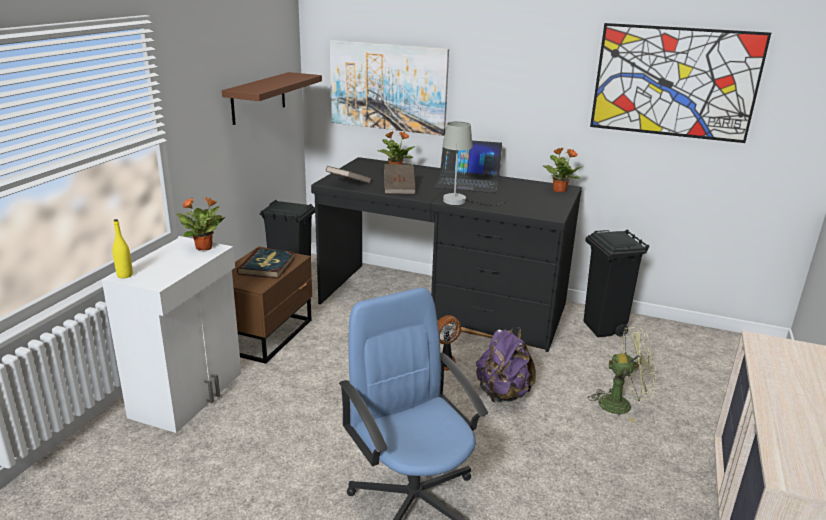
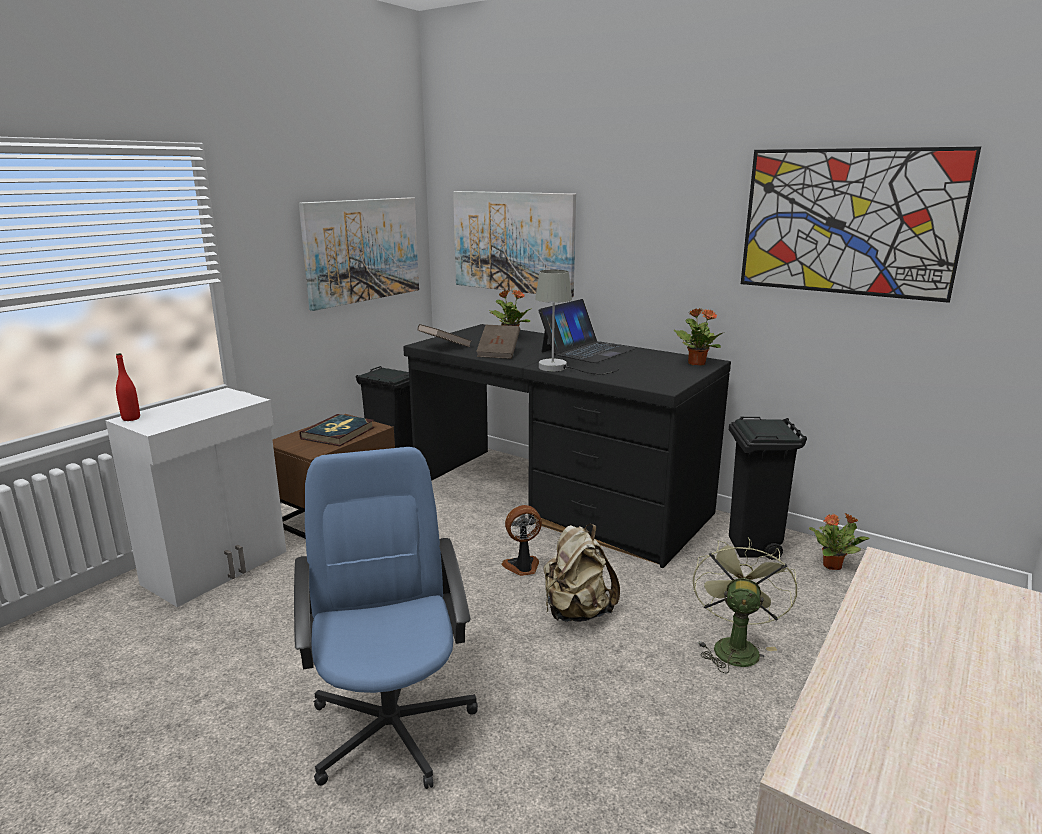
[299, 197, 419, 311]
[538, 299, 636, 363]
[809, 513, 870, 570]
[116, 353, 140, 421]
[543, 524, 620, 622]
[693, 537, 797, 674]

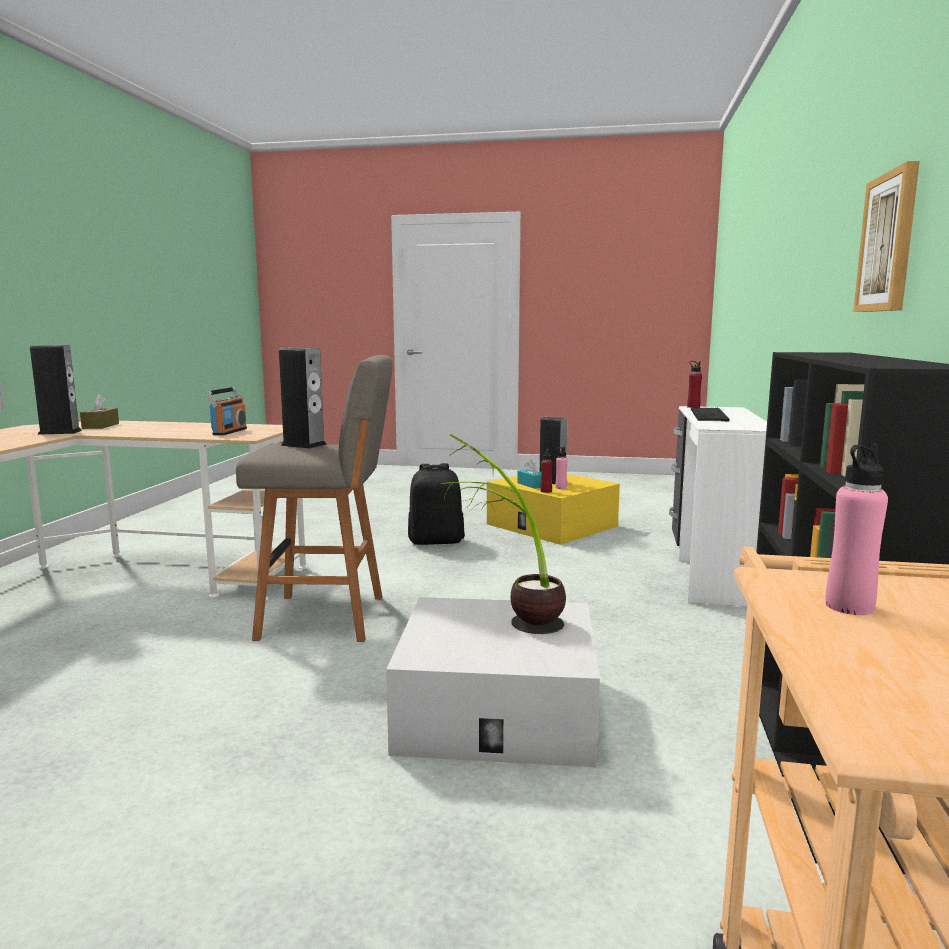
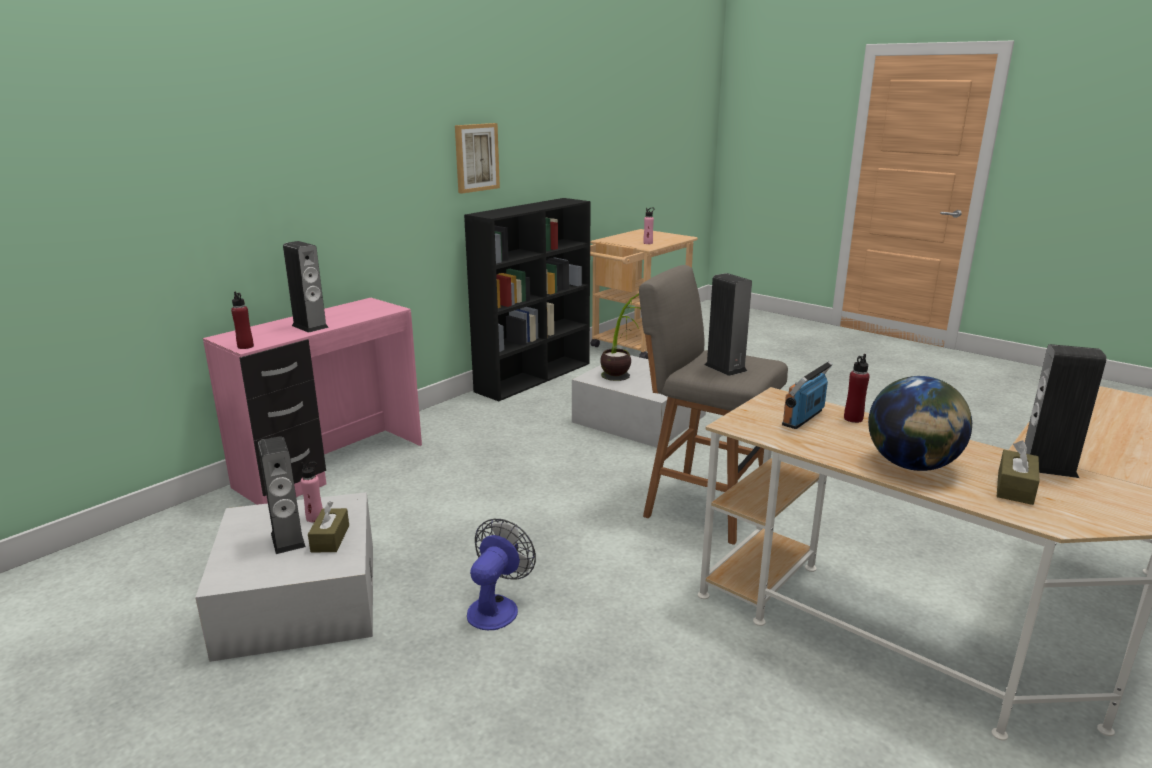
[203, 298, 422, 505]
[283, 241, 329, 333]
[844, 354, 870, 423]
[308, 501, 349, 552]
[467, 519, 536, 630]
[195, 492, 373, 662]
[868, 376, 972, 471]

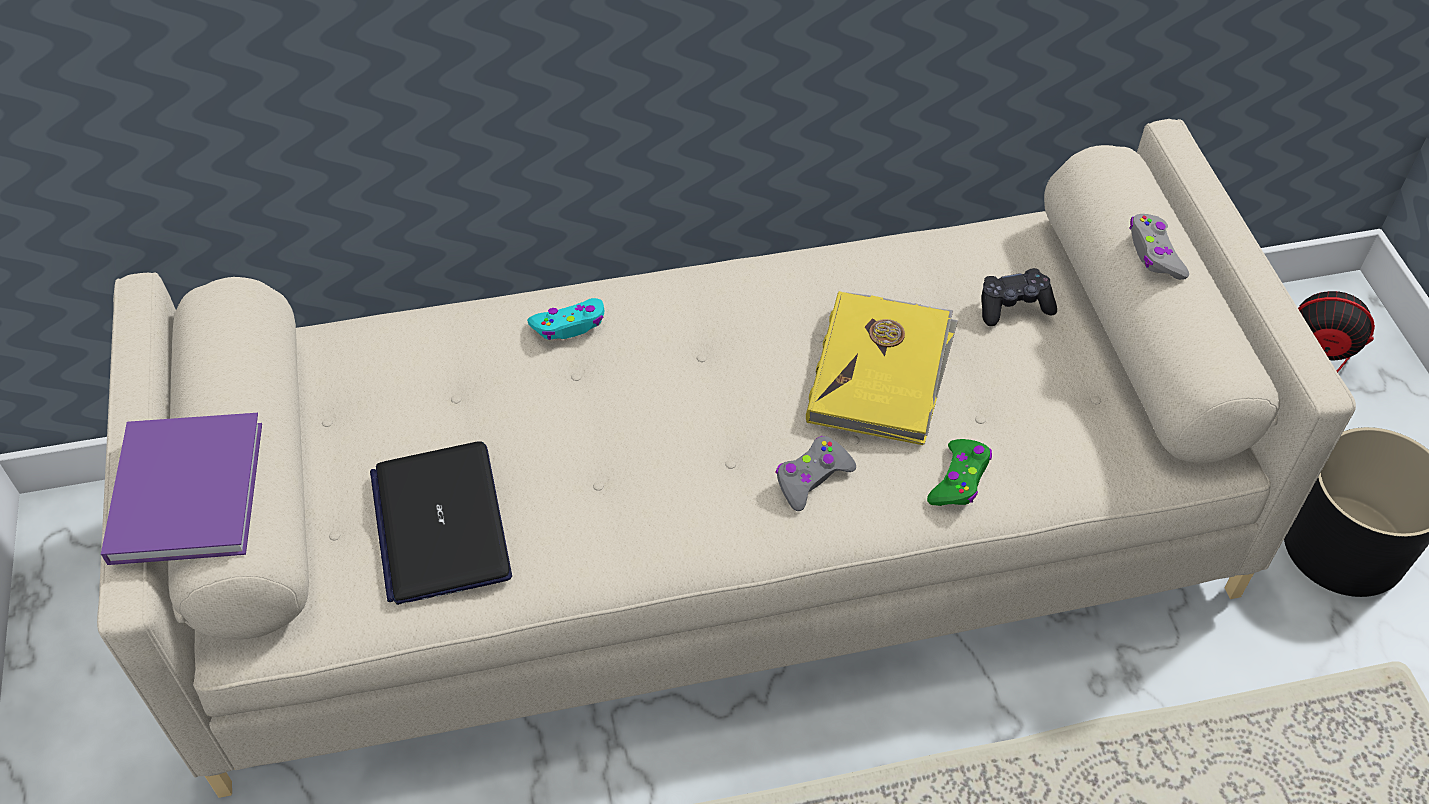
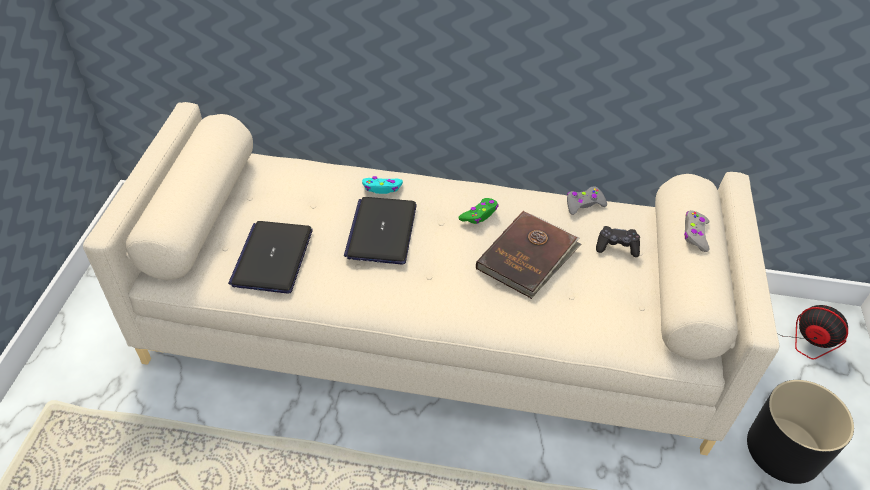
[476, 211, 581, 299]
[101, 413, 262, 565] (first image)
[567, 186, 607, 215]
[458, 198, 499, 224]
[344, 197, 416, 264]

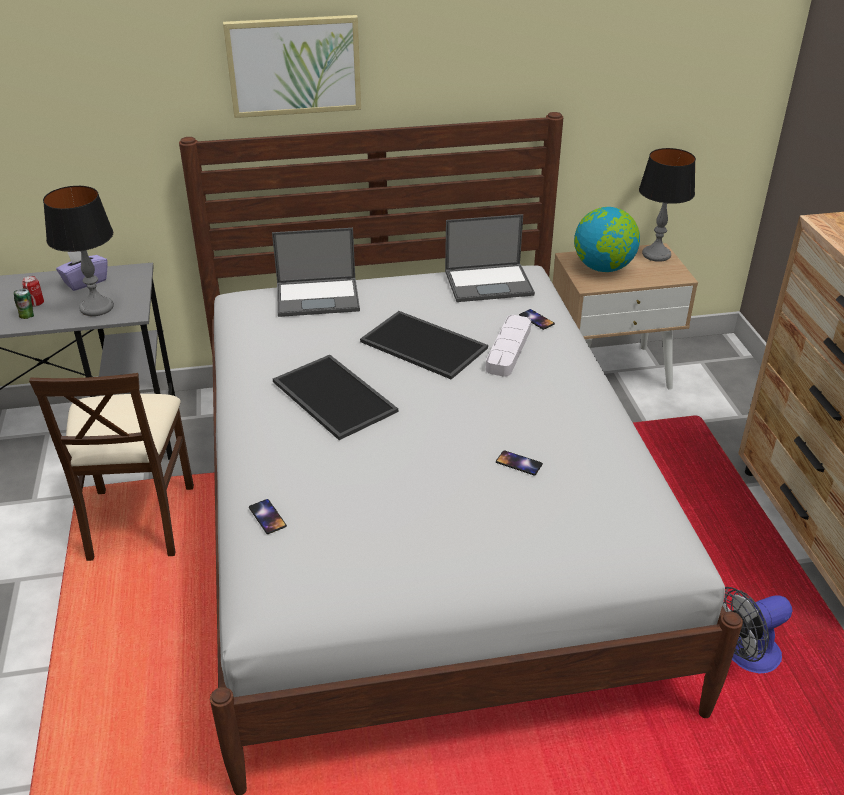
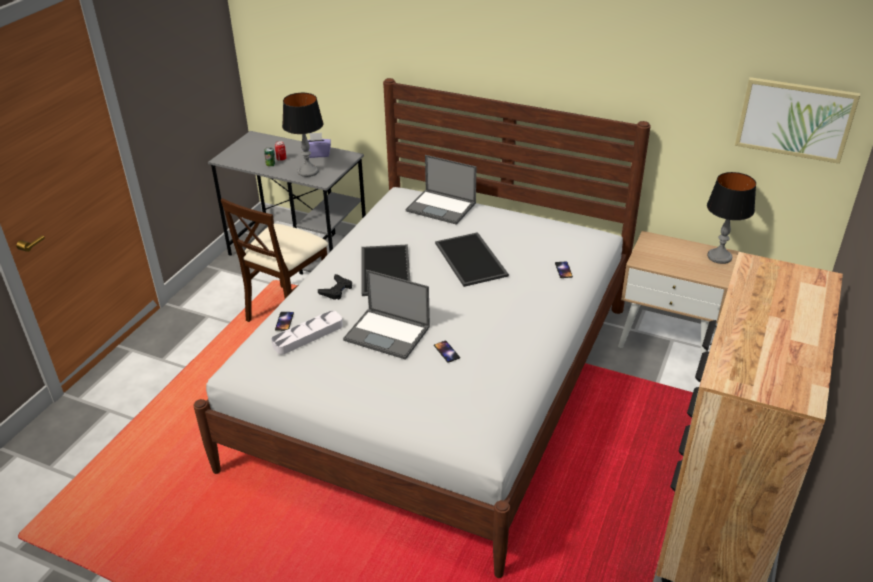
[735, 77, 860, 164]
[574, 207, 640, 272] (first image)
[343, 270, 430, 360]
[271, 311, 343, 355]
[722, 587, 792, 673] (first image)
[318, 274, 352, 300]

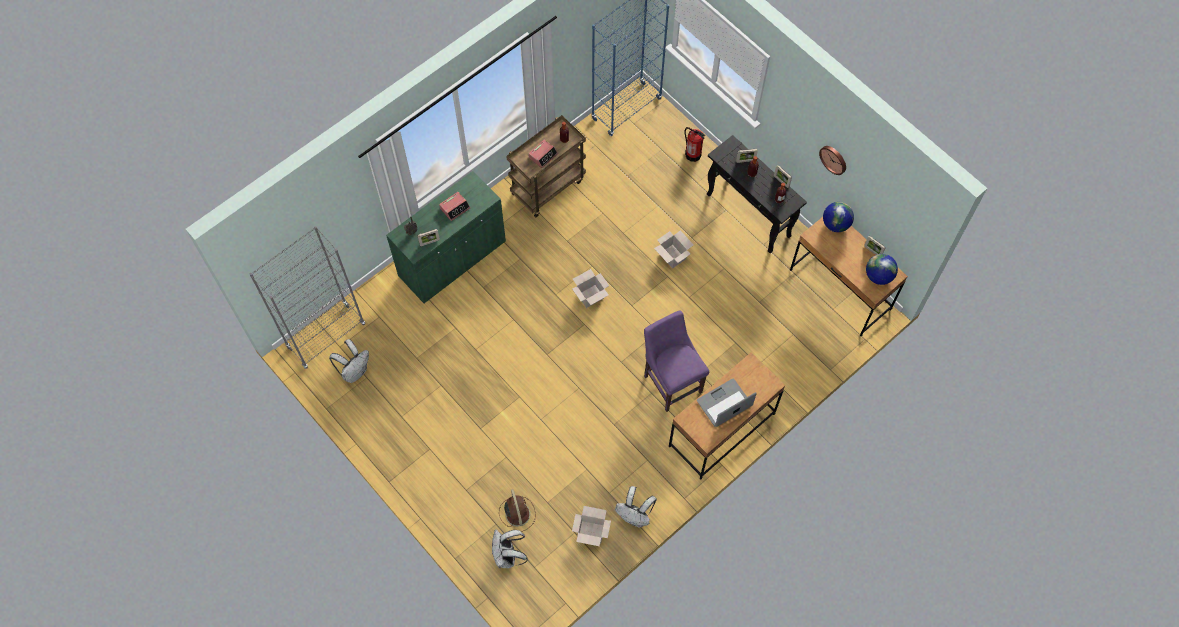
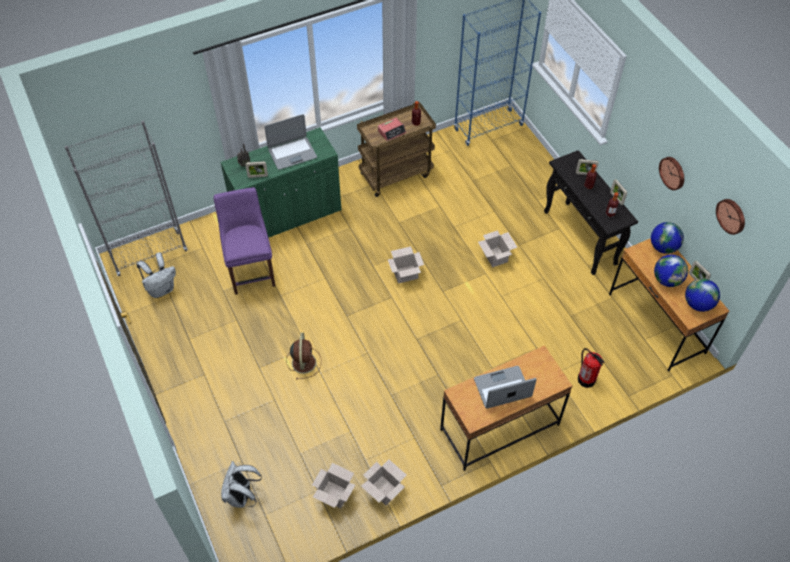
[578, 348, 604, 388]
[264, 114, 317, 170]
[214, 187, 275, 295]
[361, 459, 407, 505]
[286, 333, 321, 379]
[716, 199, 745, 235]
[654, 255, 688, 287]

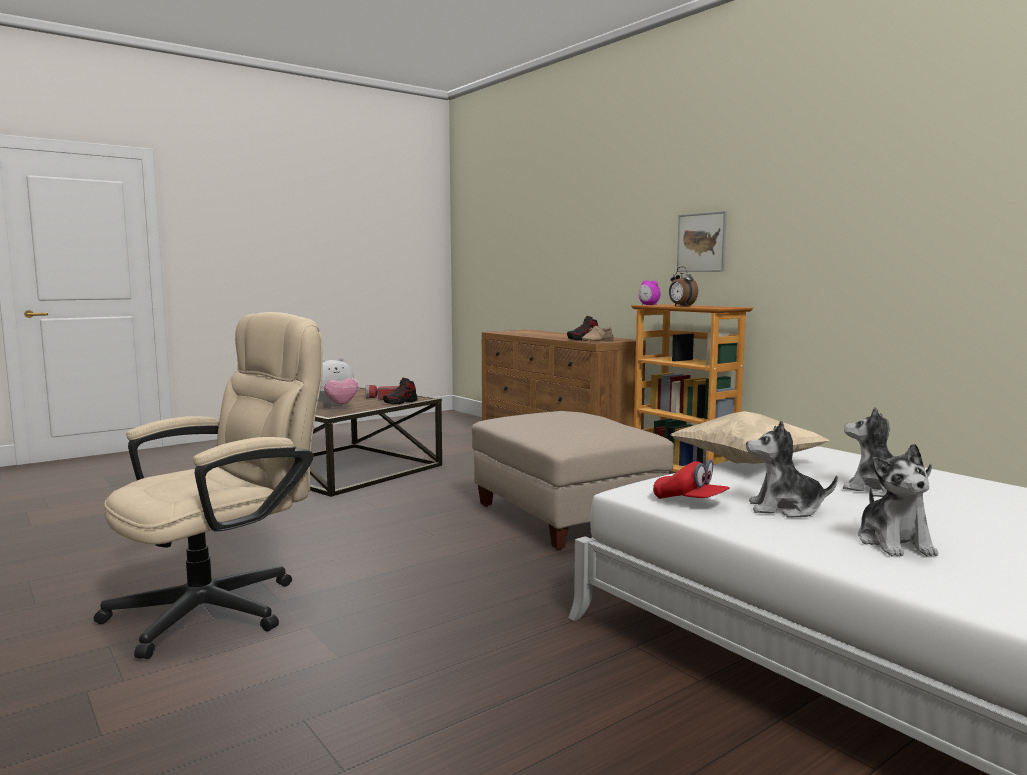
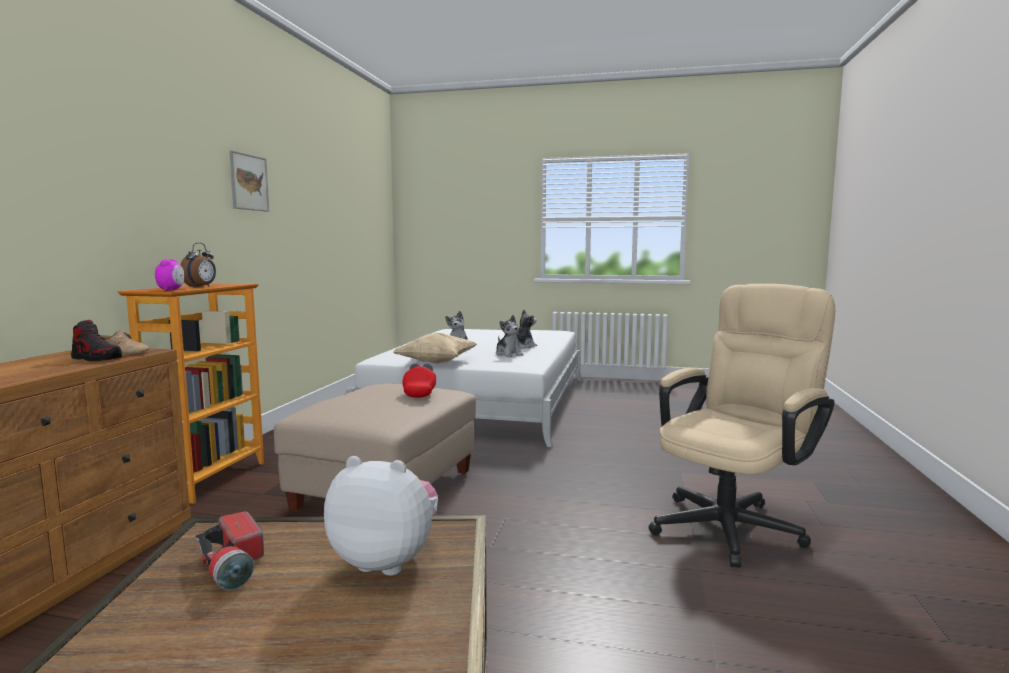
[229, 150, 269, 212]
[649, 284, 835, 568]
[383, 378, 418, 405] (first image)
[403, 363, 436, 398]

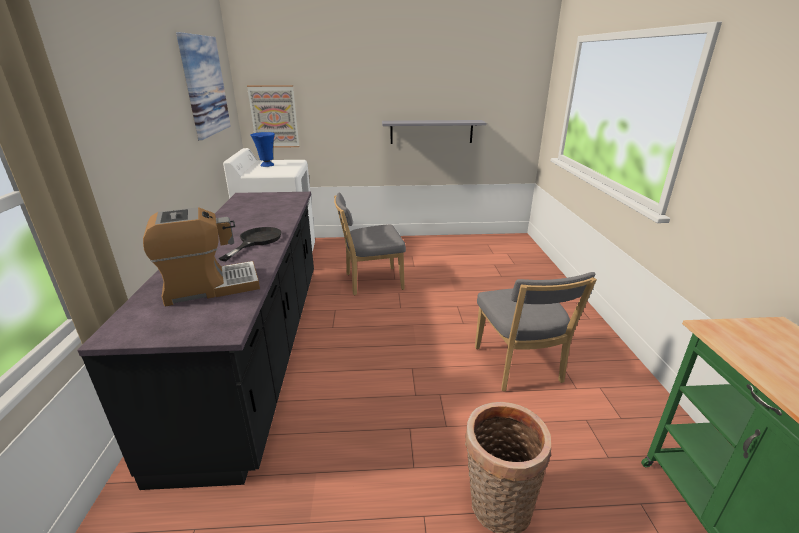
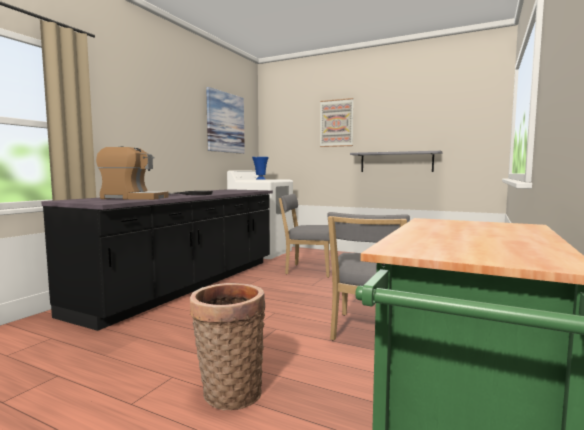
[320, 98, 354, 147]

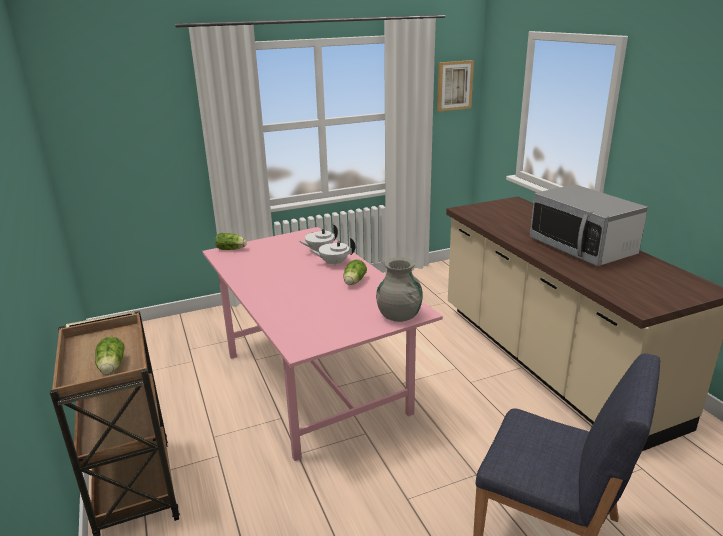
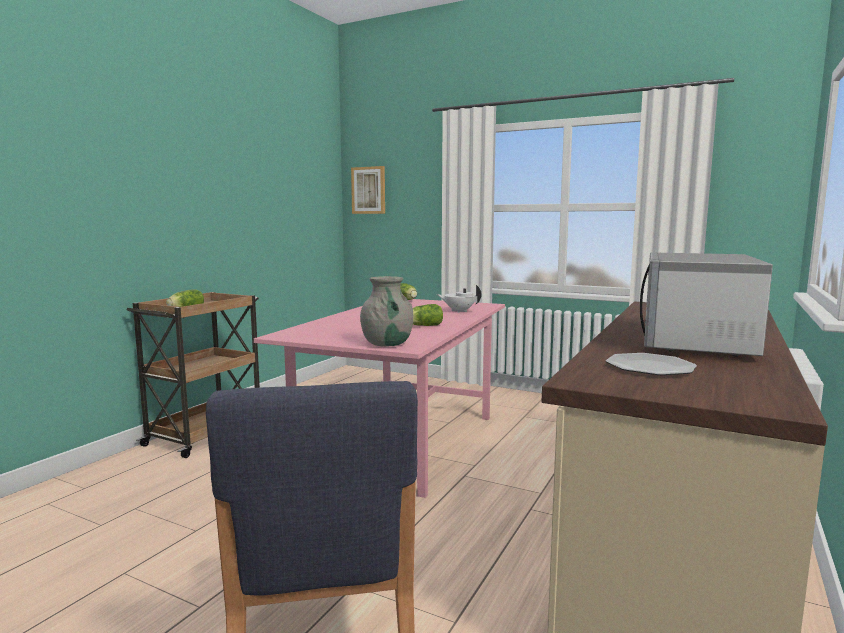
[351, 166, 385, 214]
[310, 238, 355, 266] (first image)
[606, 353, 697, 375]

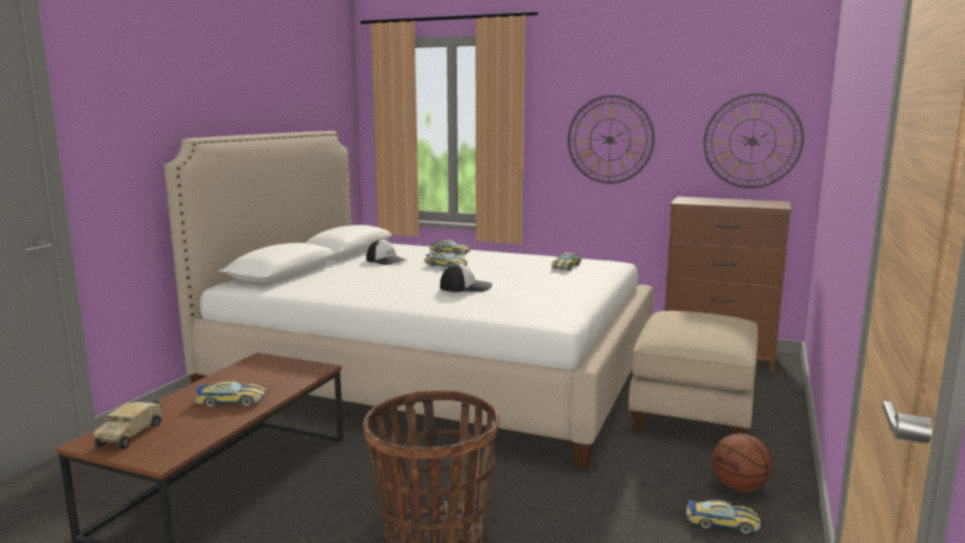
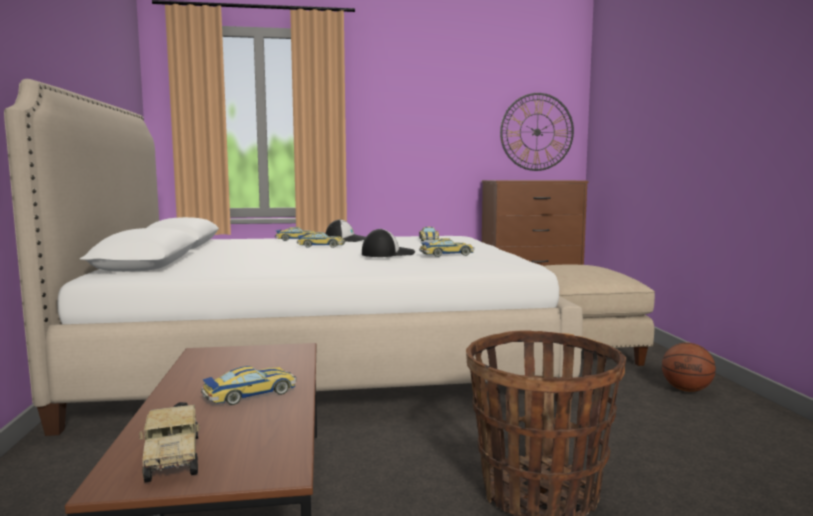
[568, 95, 655, 184] (first image)
[325, 219, 366, 242]
[419, 238, 474, 257]

